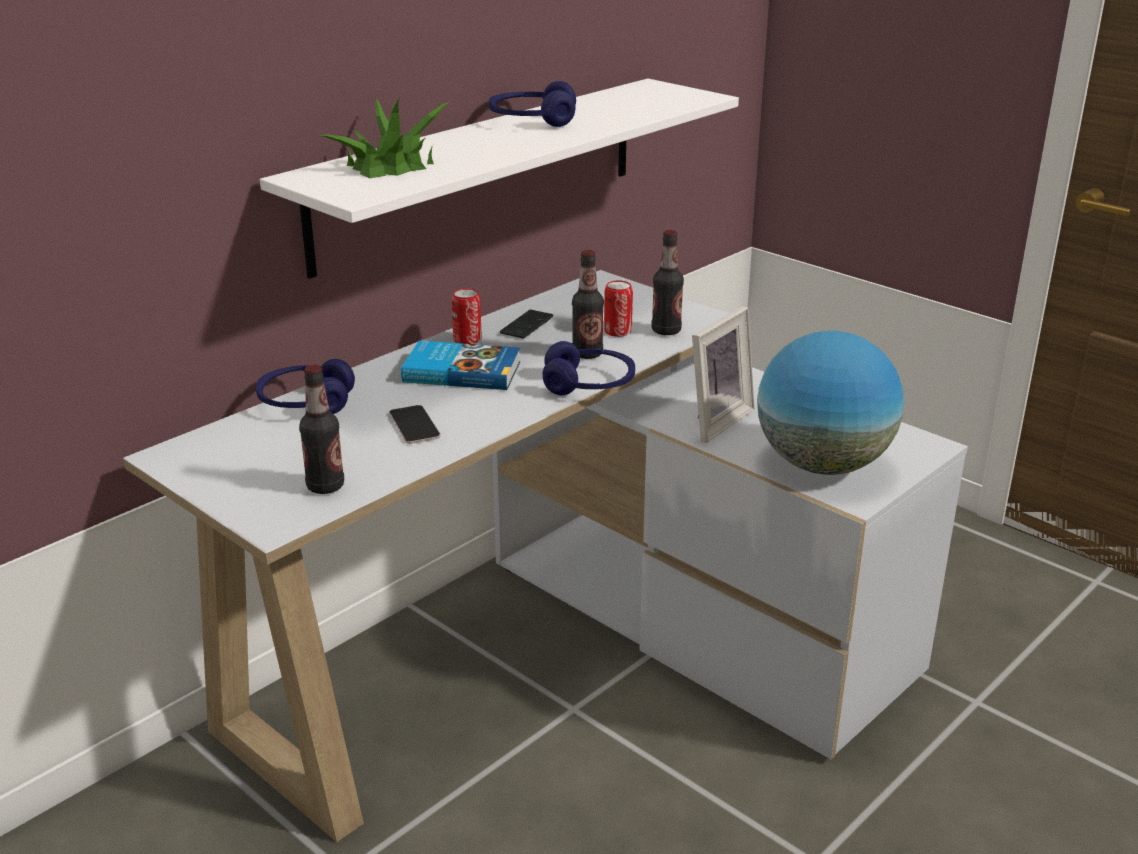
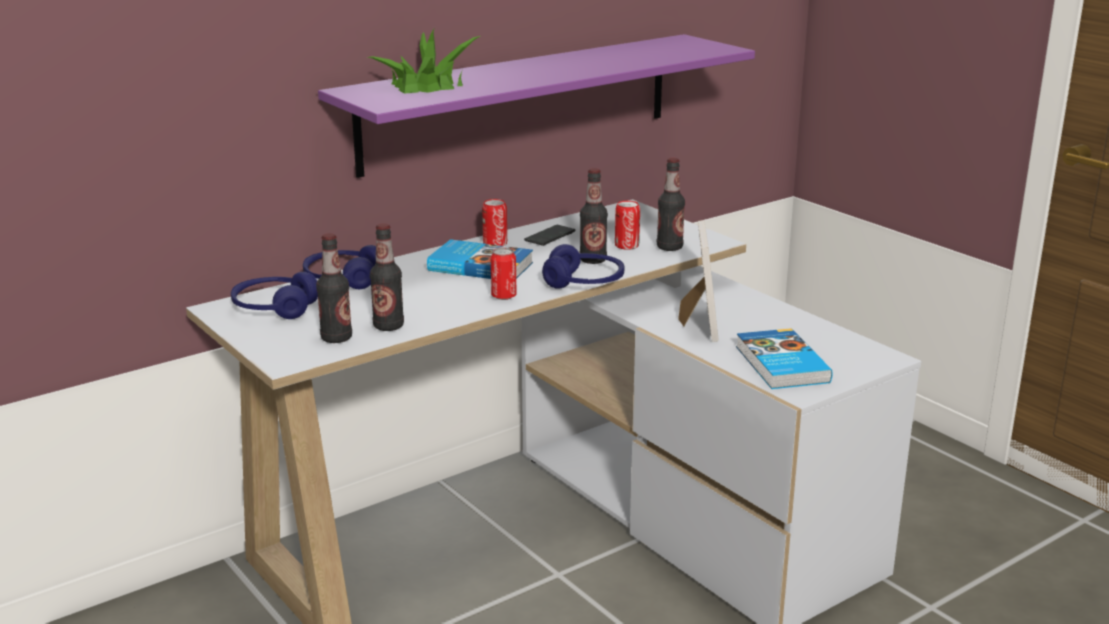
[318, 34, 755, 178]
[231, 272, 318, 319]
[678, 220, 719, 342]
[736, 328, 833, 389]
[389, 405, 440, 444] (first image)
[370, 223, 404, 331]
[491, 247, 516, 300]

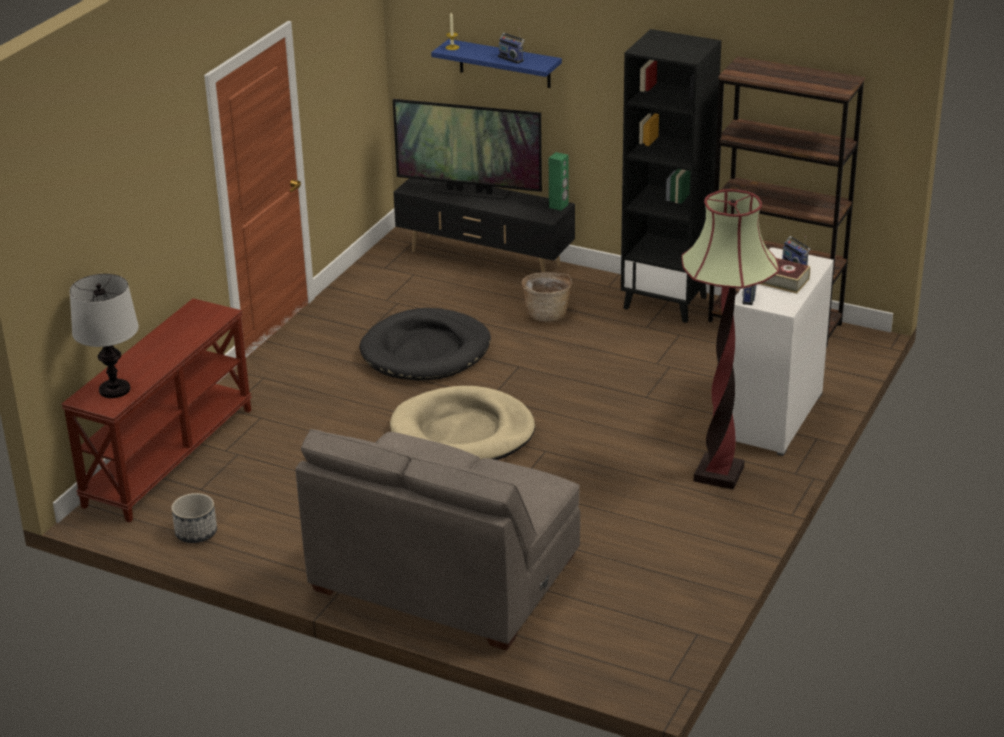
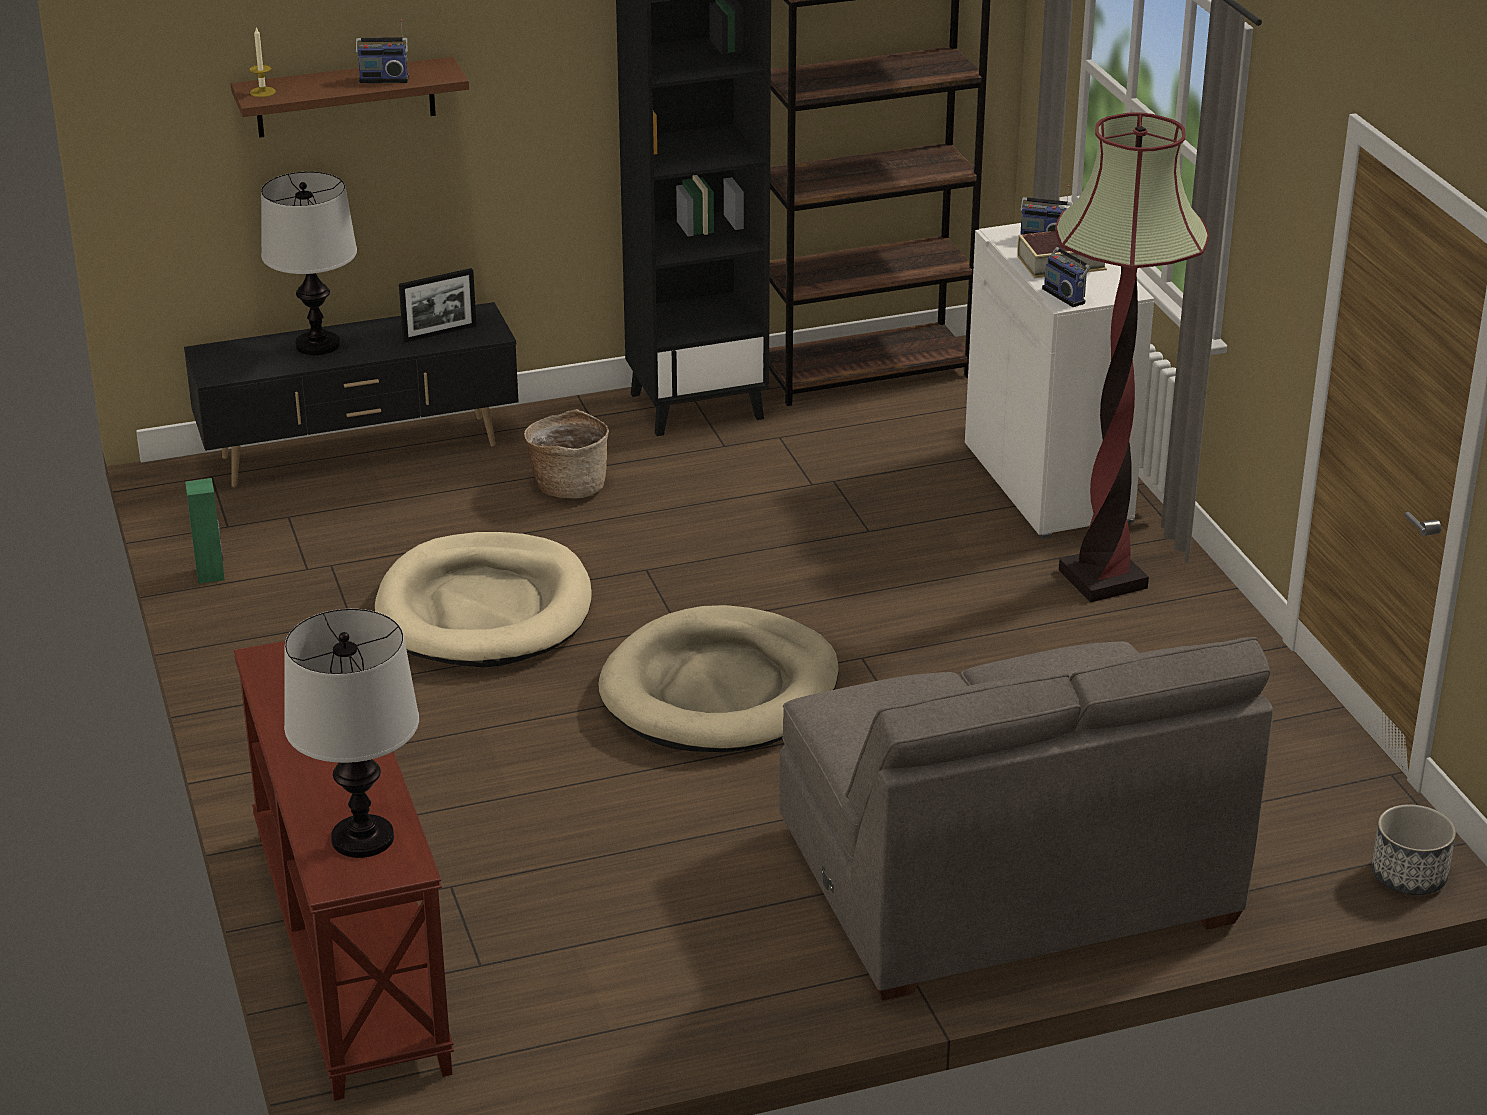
[231, 57, 469, 138]
[261, 172, 357, 355]
[185, 478, 225, 584]
[375, 532, 592, 667]
[1372, 804, 1456, 895]
[399, 268, 477, 342]

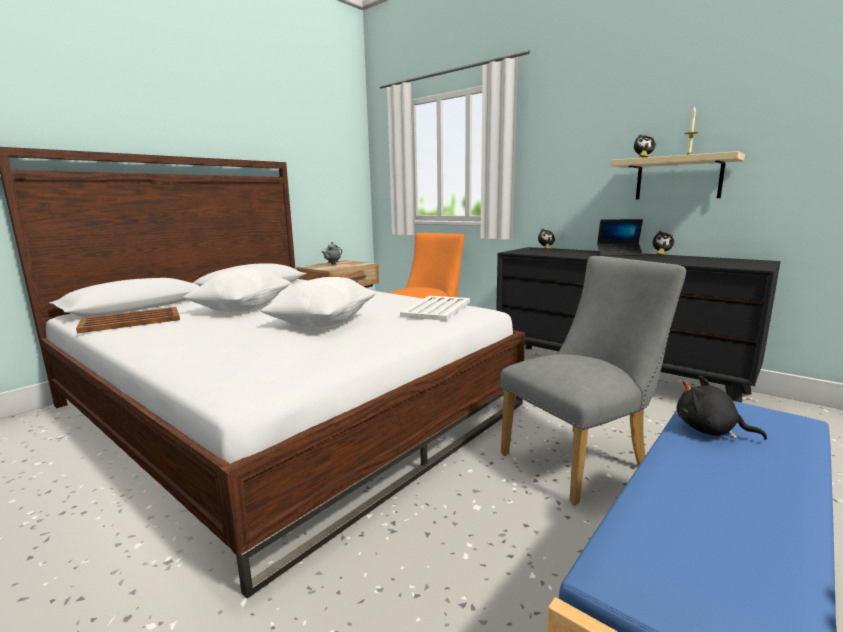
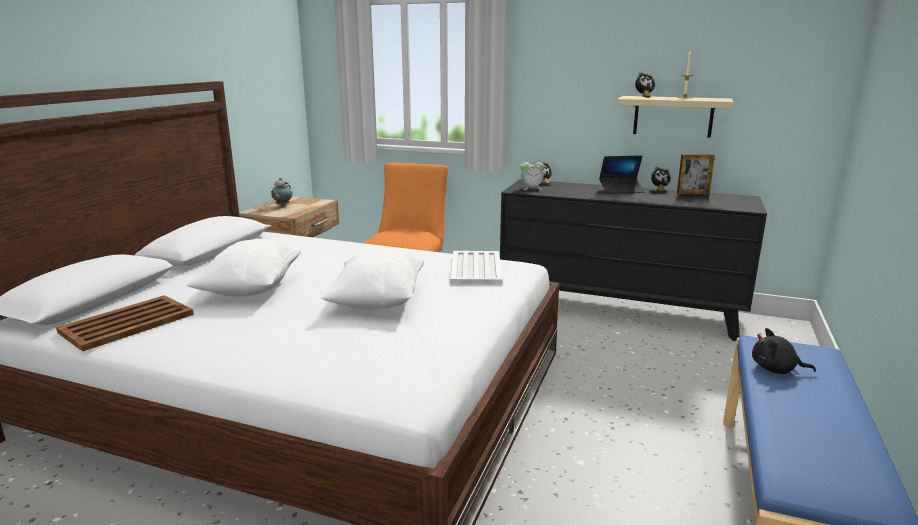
[500, 256, 686, 505] (first image)
[677, 154, 715, 195]
[520, 158, 545, 190]

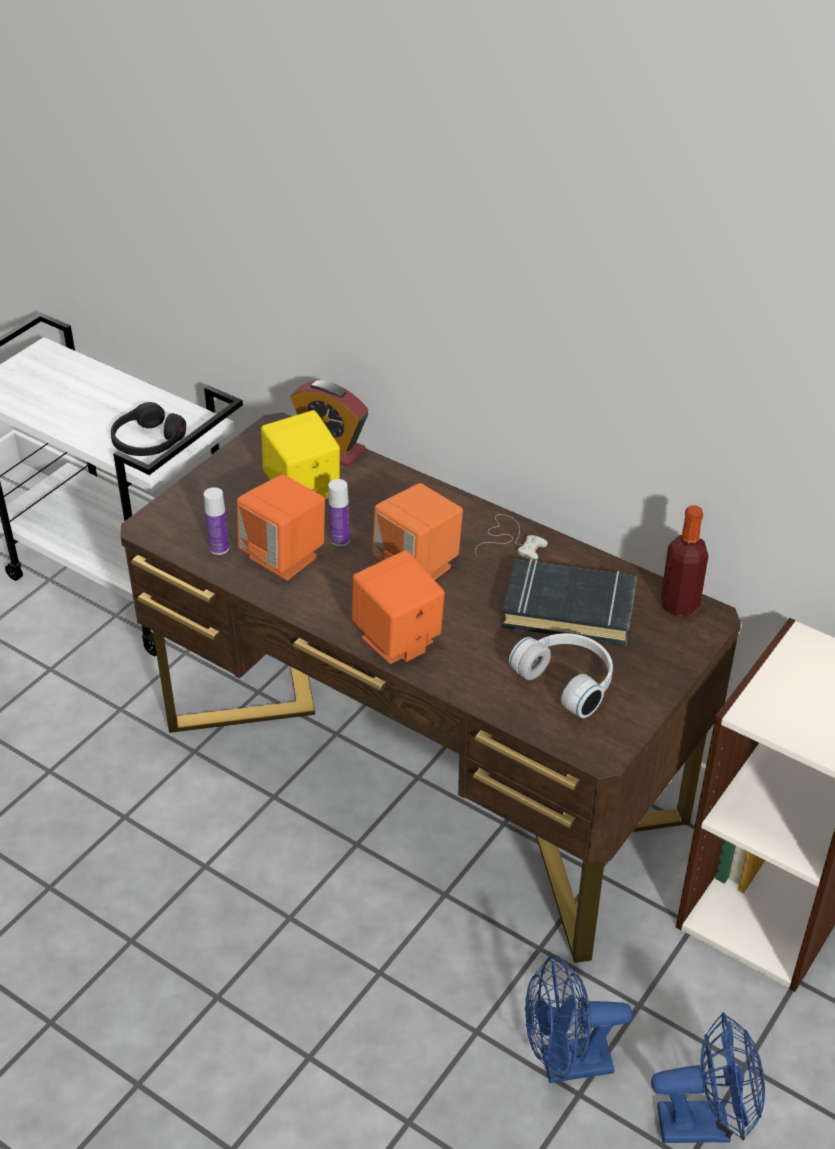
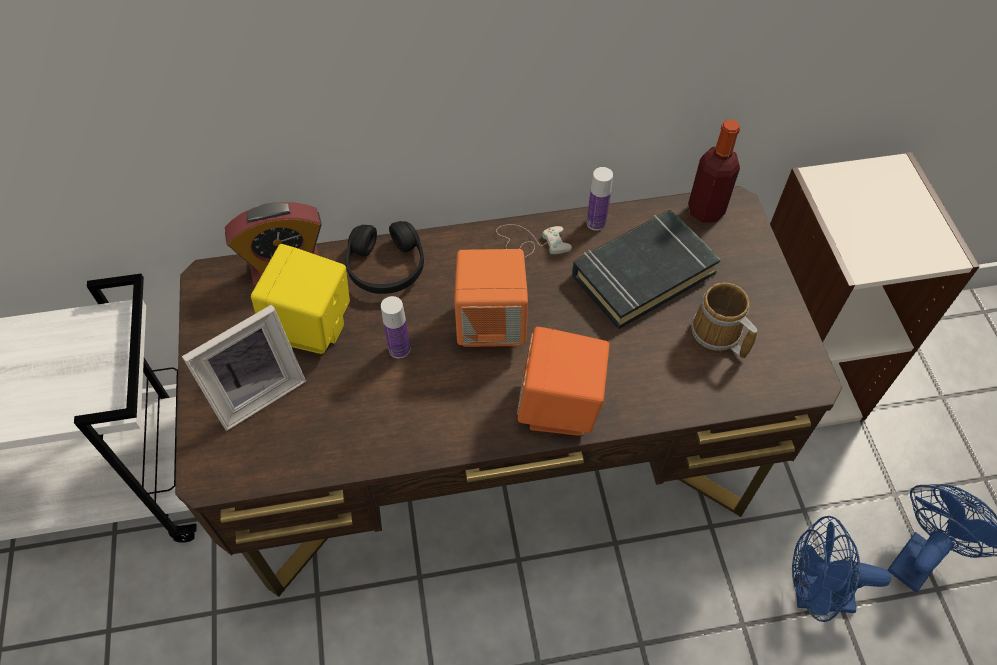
[346, 221, 424, 294]
[237, 474, 325, 580] (first image)
[587, 167, 613, 231]
[690, 283, 757, 358]
[792, 516, 891, 622]
[182, 305, 306, 431]

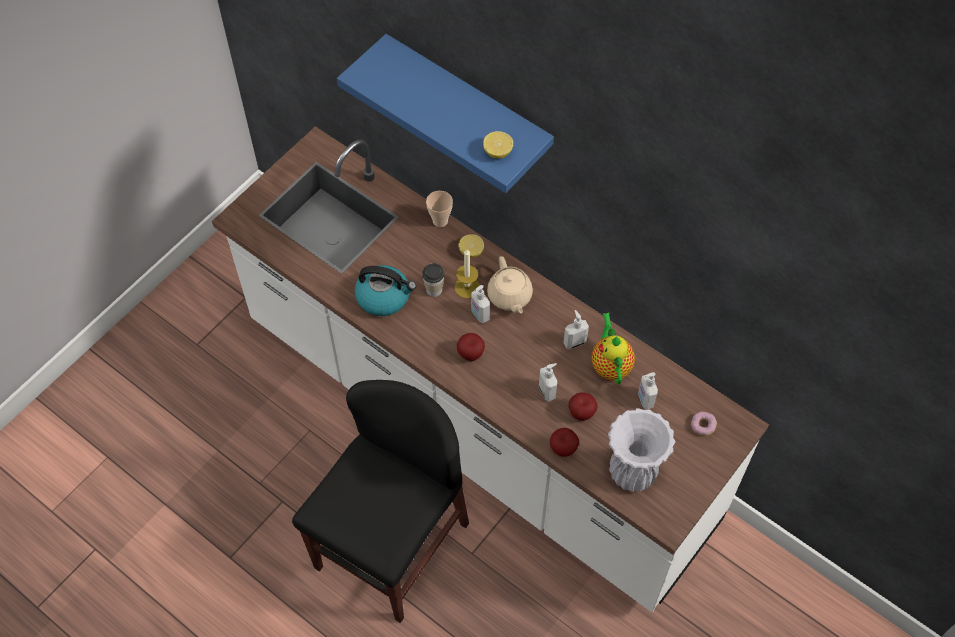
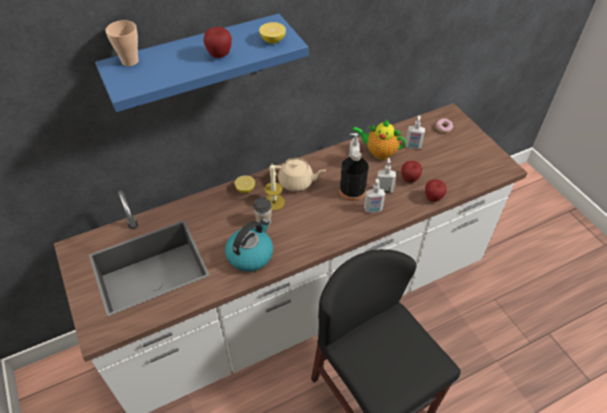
[105, 20, 139, 66]
[364, 179, 385, 213]
[203, 27, 232, 58]
[608, 408, 675, 492] (first image)
[339, 151, 369, 201]

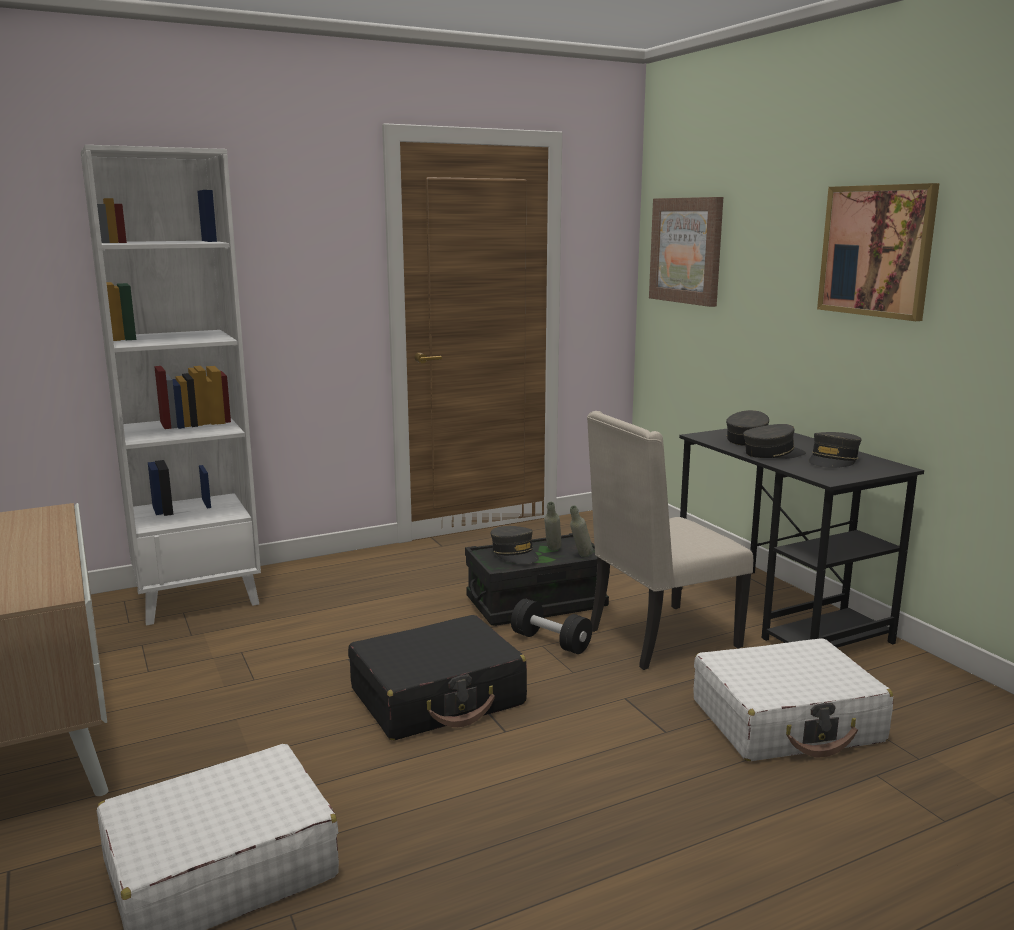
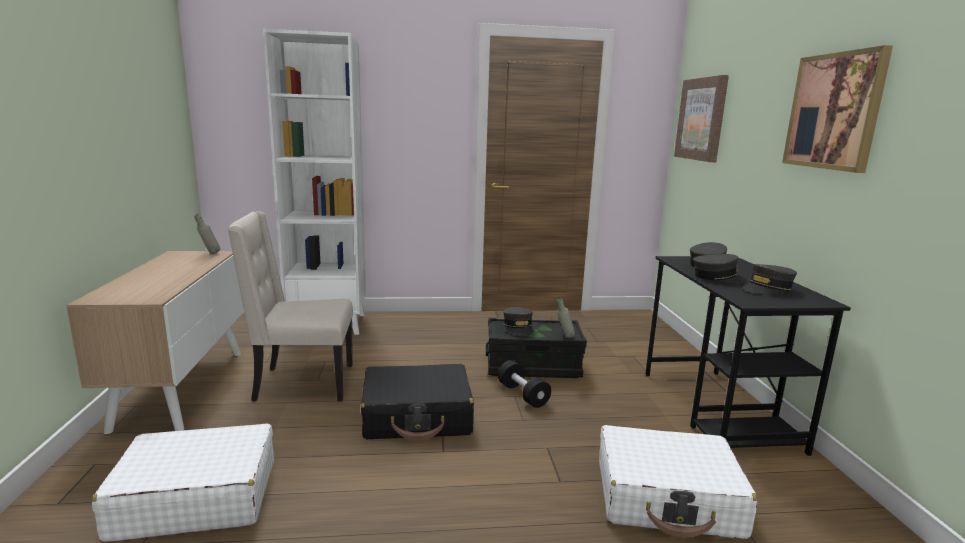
[228, 211, 353, 402]
[194, 213, 220, 254]

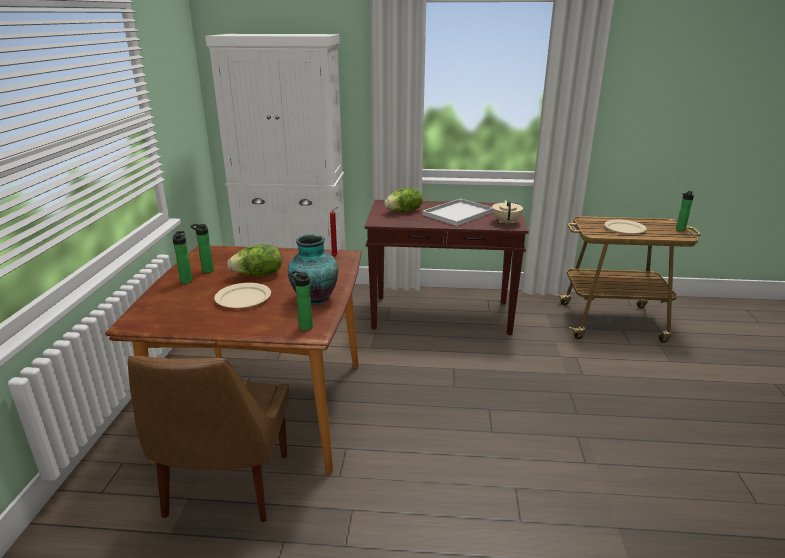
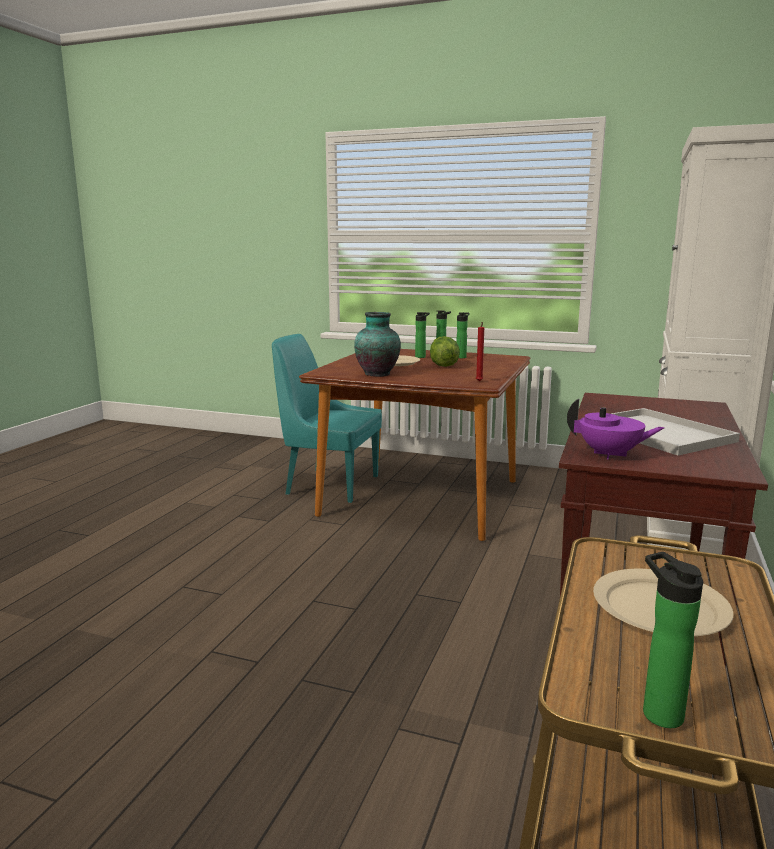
[384, 188, 423, 212] (first image)
[567, 399, 665, 459]
[415, 312, 430, 358]
[272, 334, 382, 503]

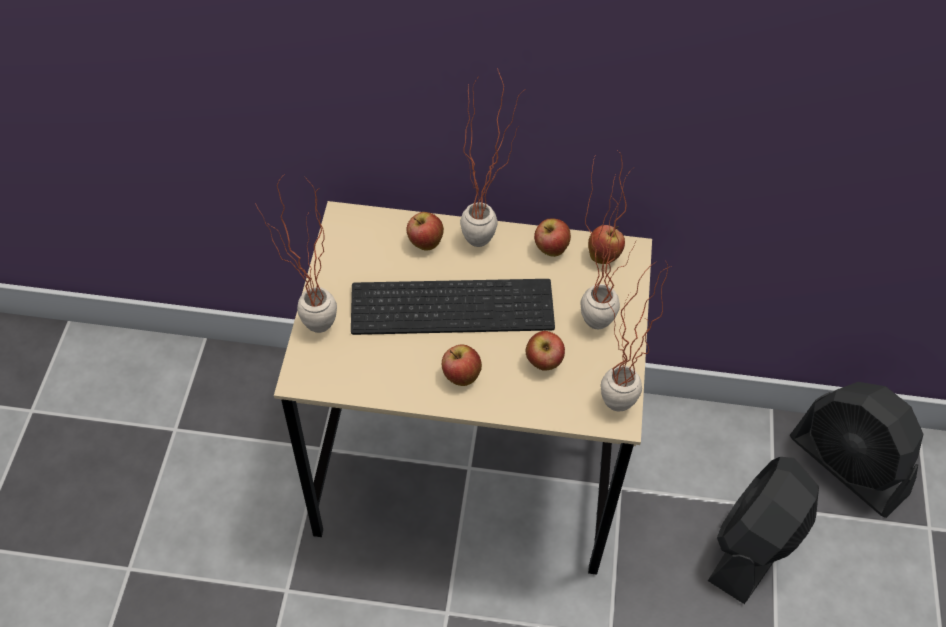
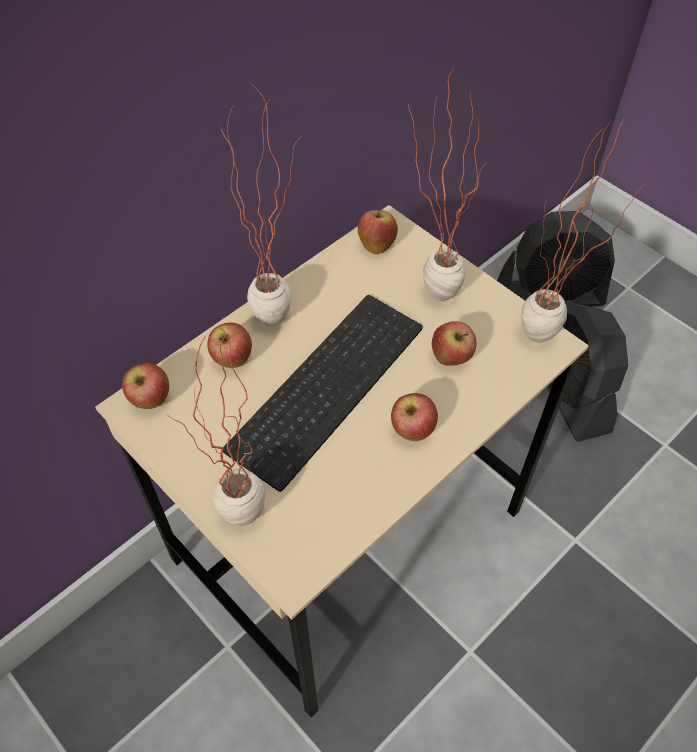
[122, 362, 169, 409]

